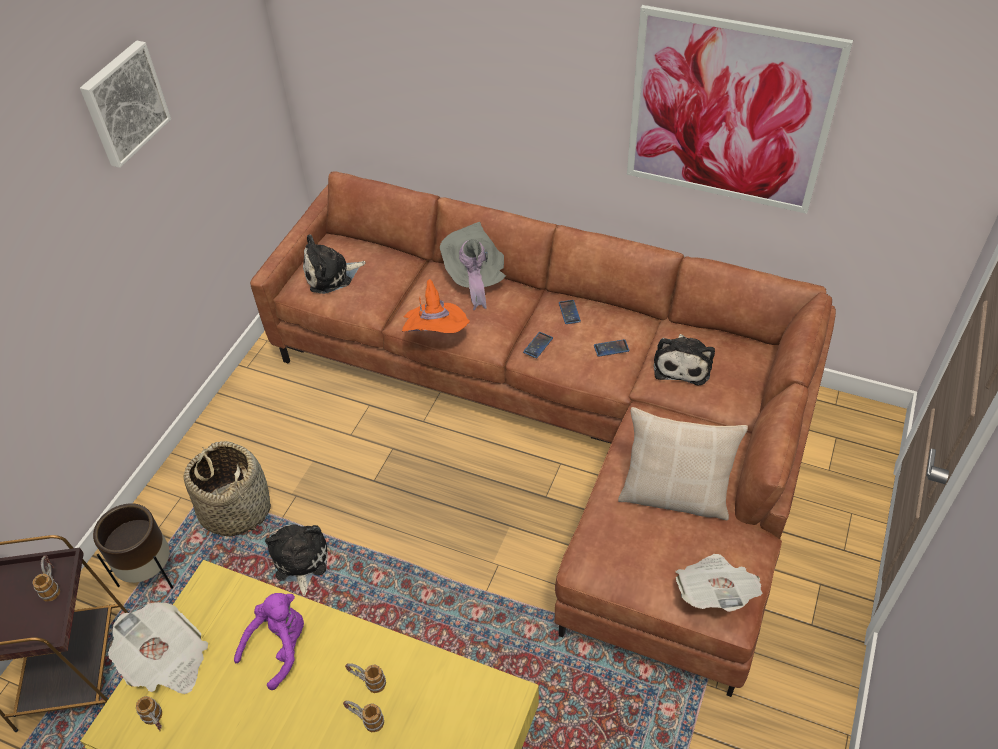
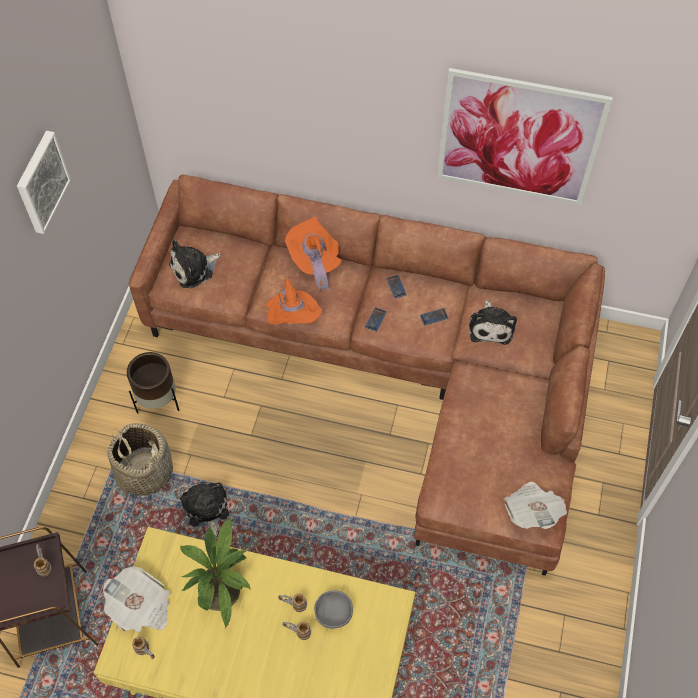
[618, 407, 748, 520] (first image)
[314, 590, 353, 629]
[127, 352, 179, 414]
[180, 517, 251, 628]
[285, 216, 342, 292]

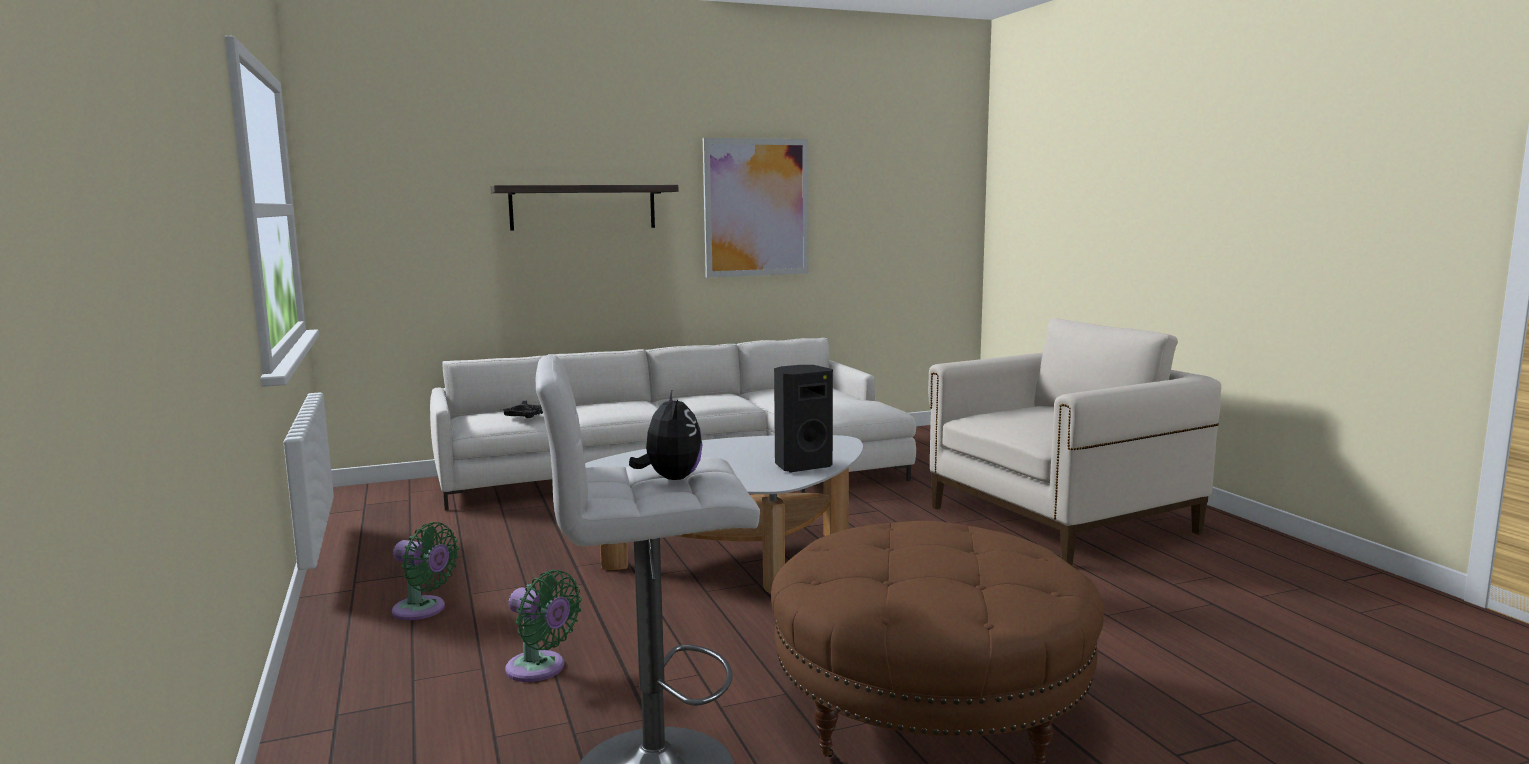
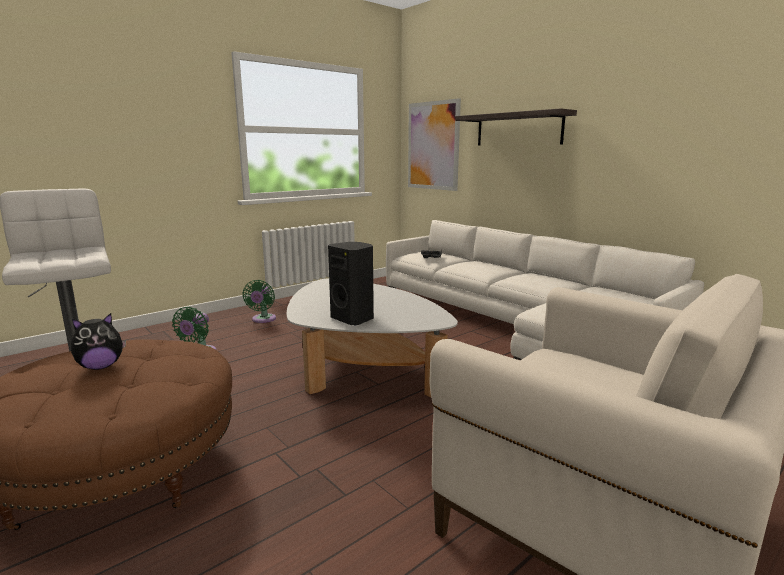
[71, 313, 126, 370]
[408, 98, 461, 191]

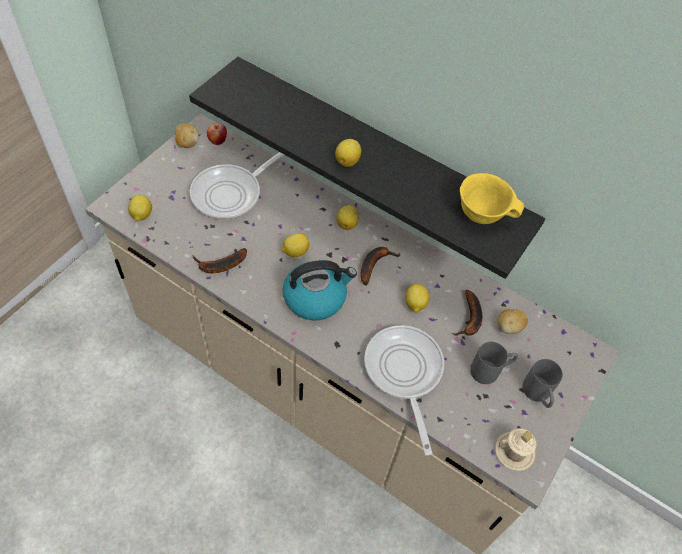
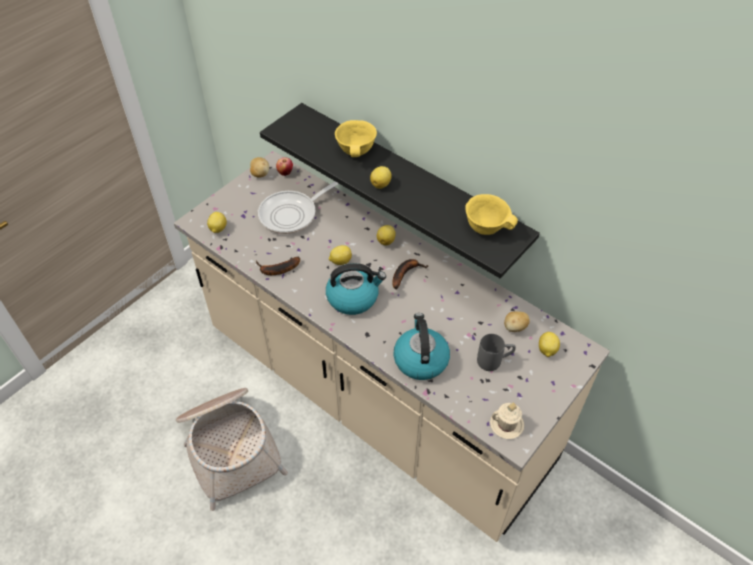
[452, 290, 482, 336] (first image)
[522, 359, 563, 408] (first image)
[176, 388, 288, 511]
[335, 120, 377, 157]
[539, 332, 560, 357]
[394, 313, 450, 380]

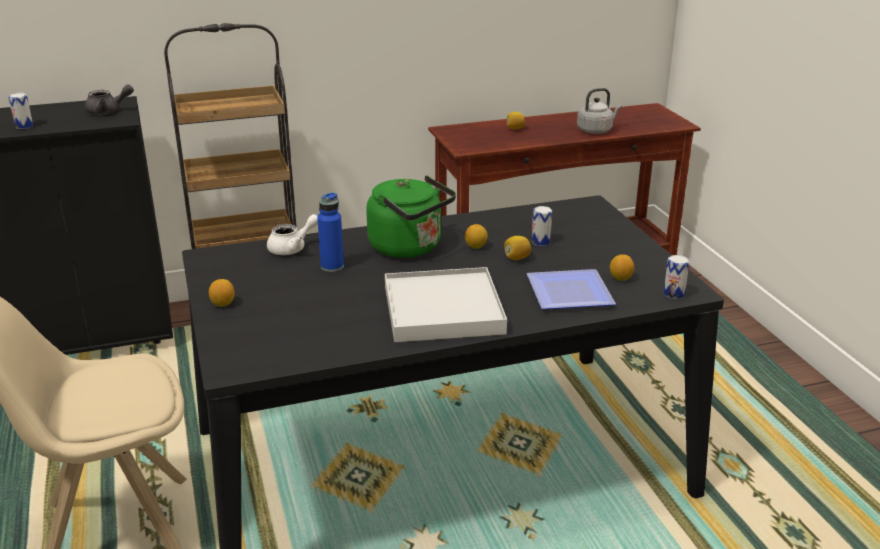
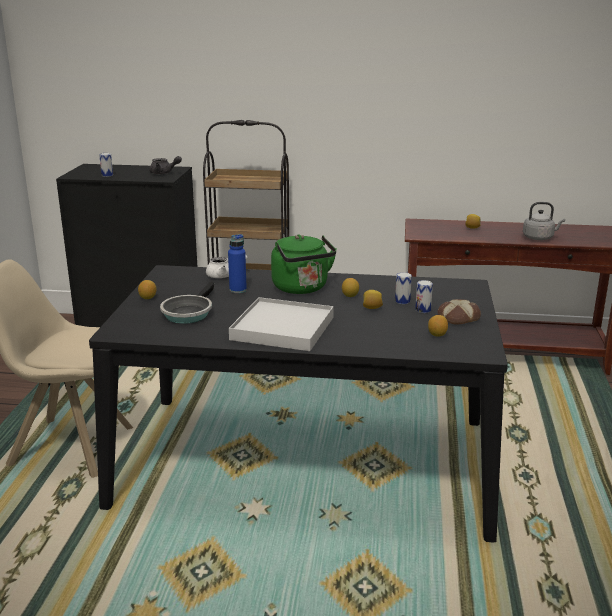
[527, 269, 616, 309] (first image)
[160, 282, 214, 324]
[437, 299, 481, 325]
[415, 280, 433, 313]

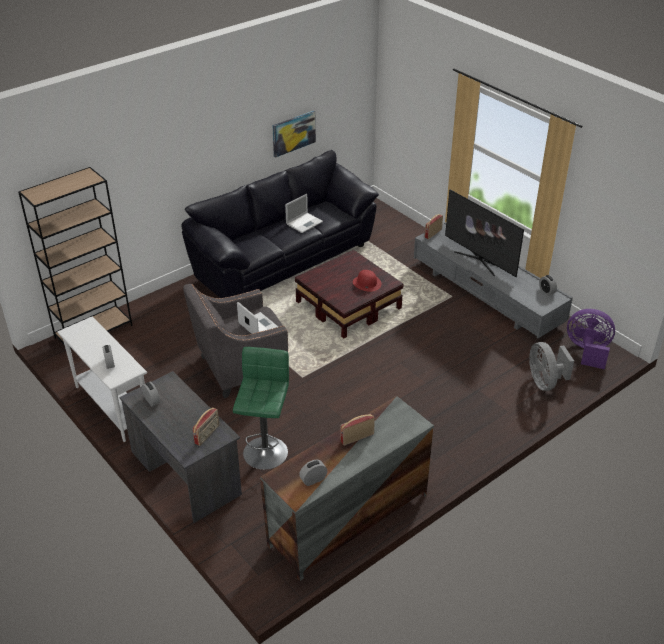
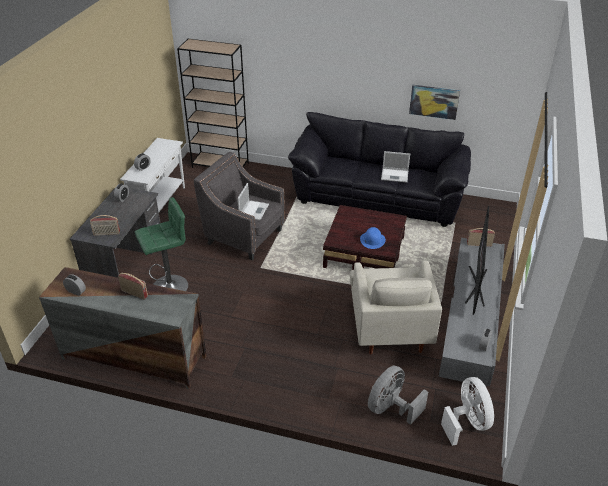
[350, 261, 442, 354]
[360, 227, 386, 249]
[441, 377, 494, 446]

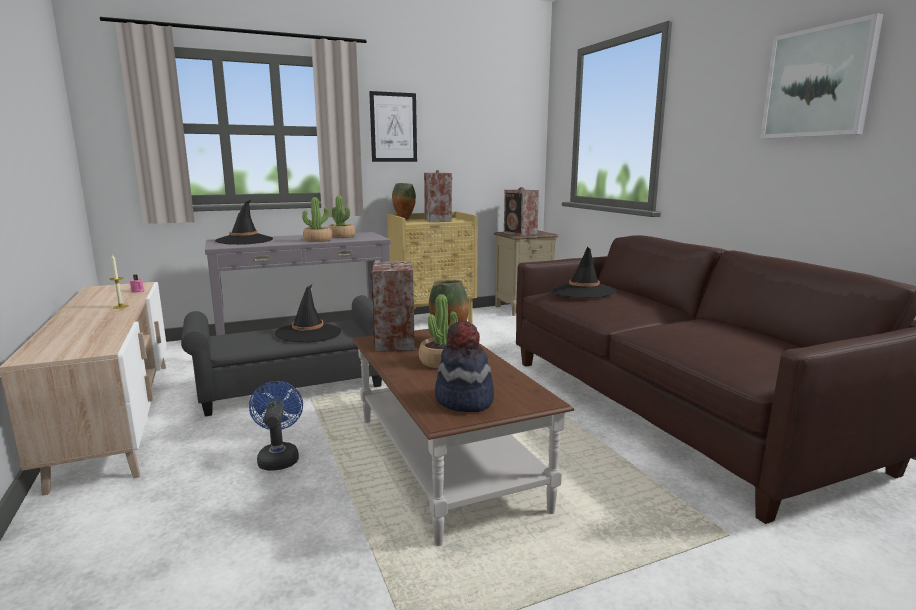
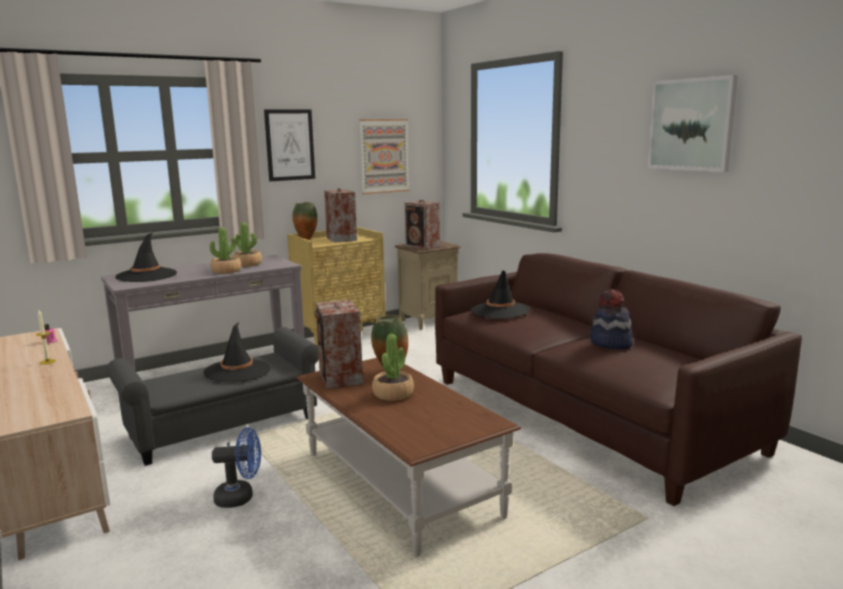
[359, 119, 409, 194]
[590, 289, 633, 349]
[212, 427, 261, 508]

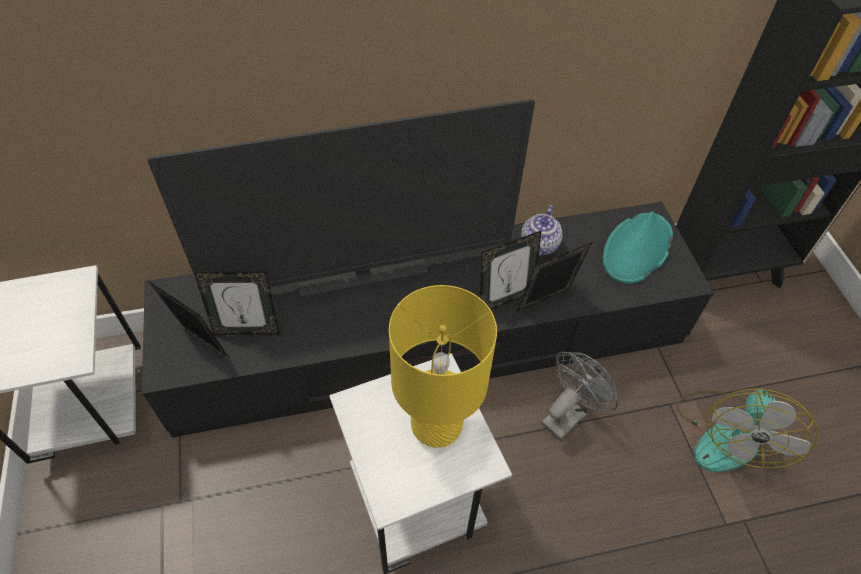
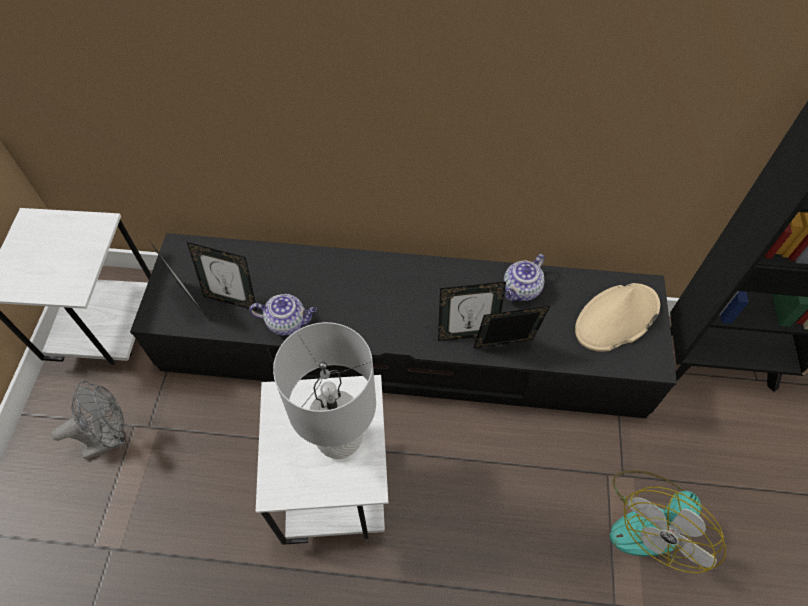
[148, 99, 535, 297] (first image)
[249, 294, 317, 336]
[51, 381, 126, 460]
[273, 322, 376, 459]
[575, 283, 660, 352]

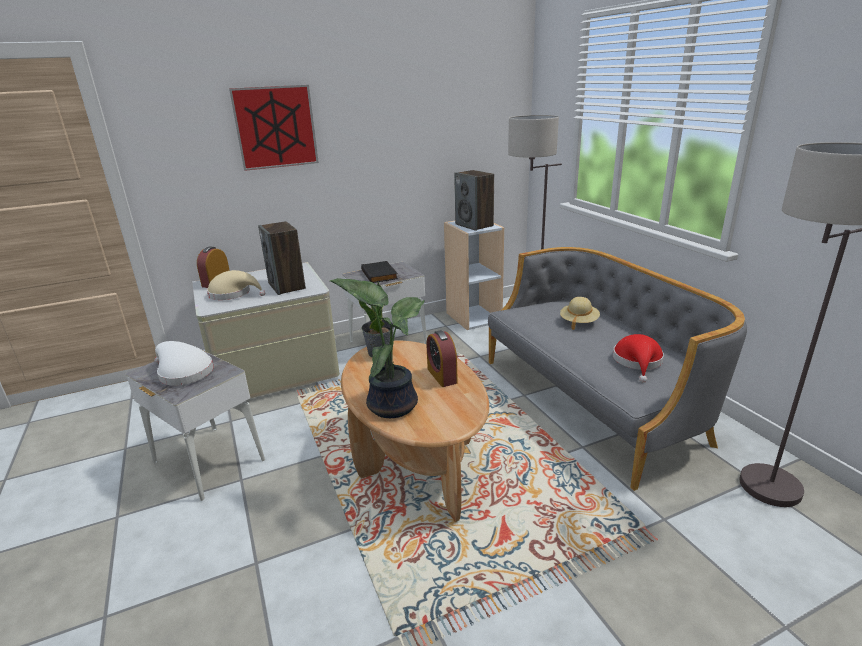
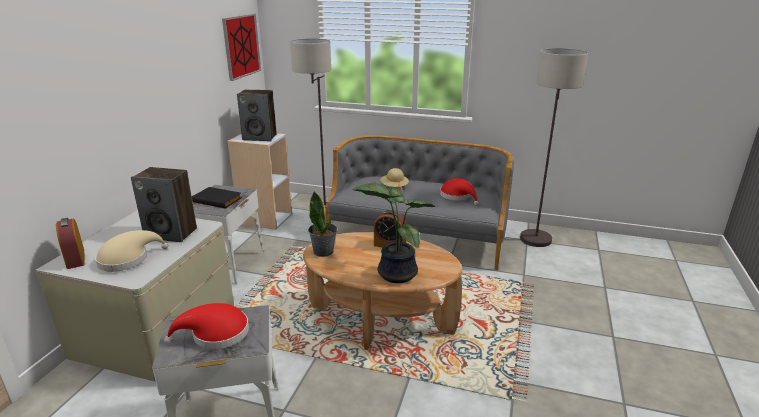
[222, 14, 261, 81]
[164, 303, 249, 349]

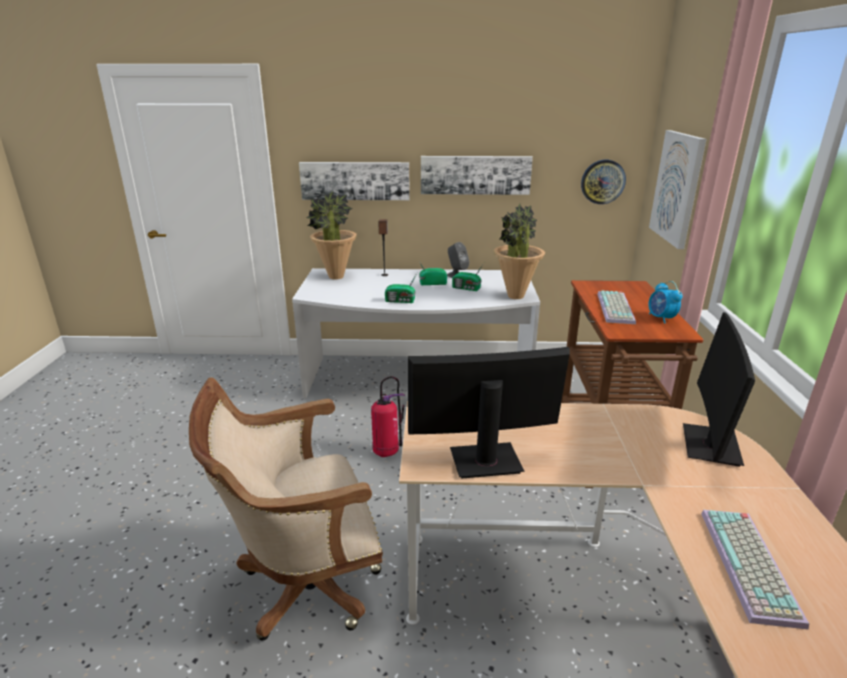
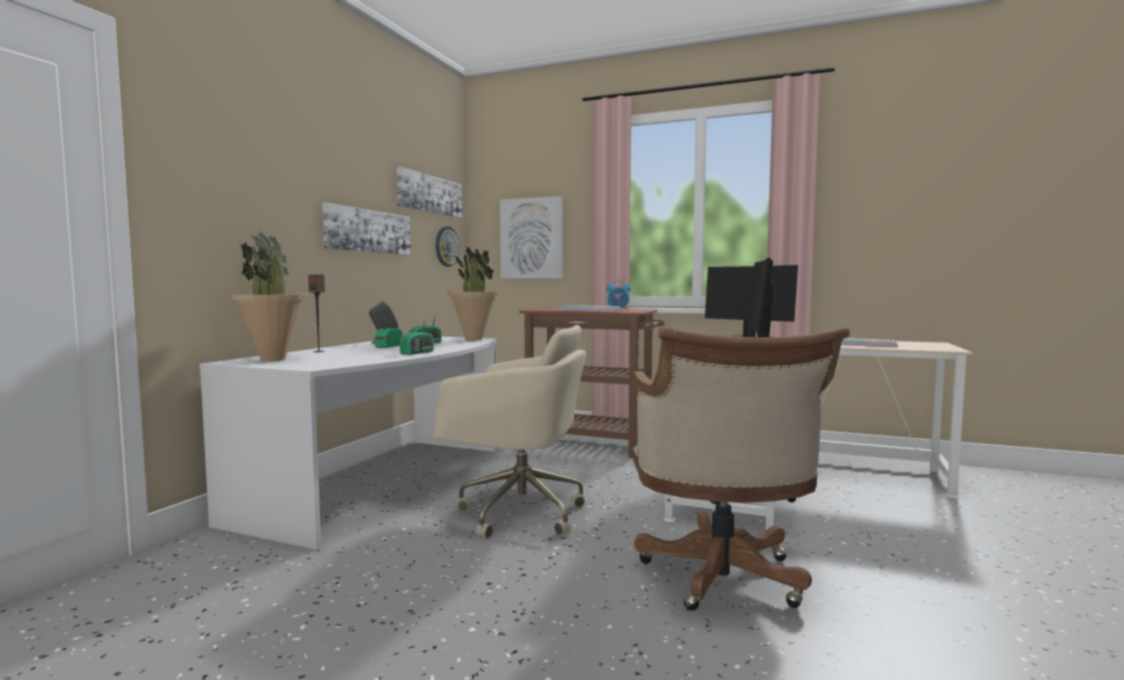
[397, 167, 462, 218]
[434, 325, 586, 539]

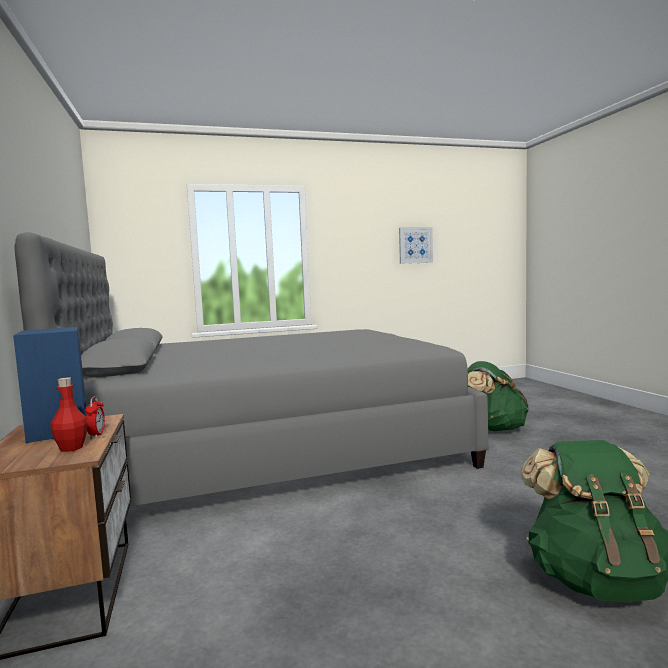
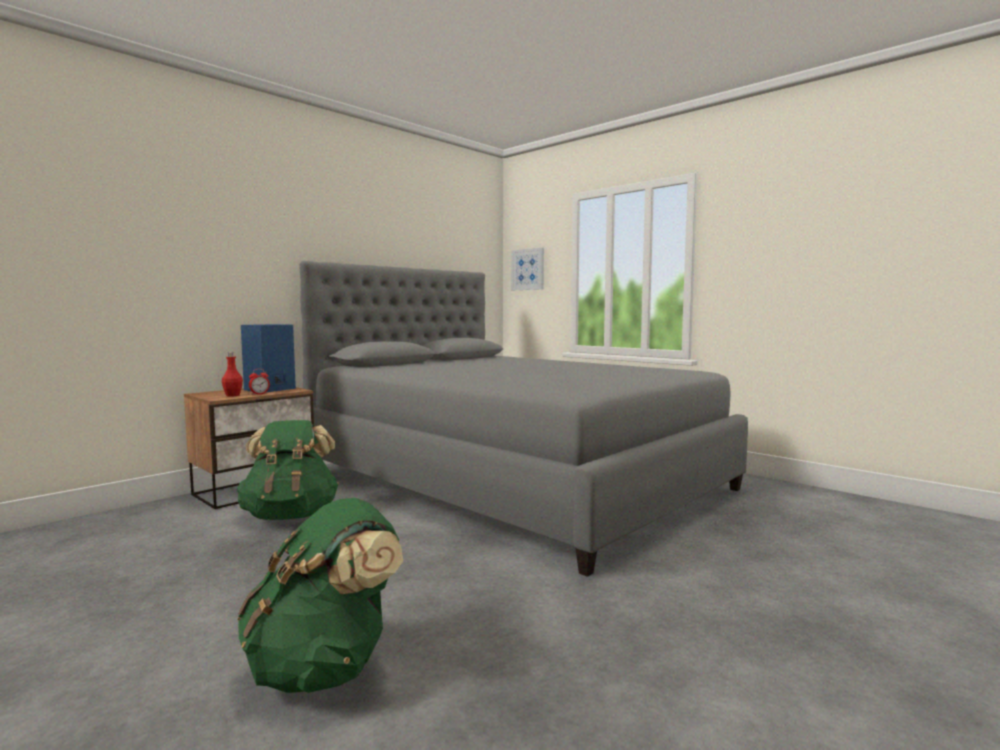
[511, 248, 544, 290]
[237, 420, 339, 520]

